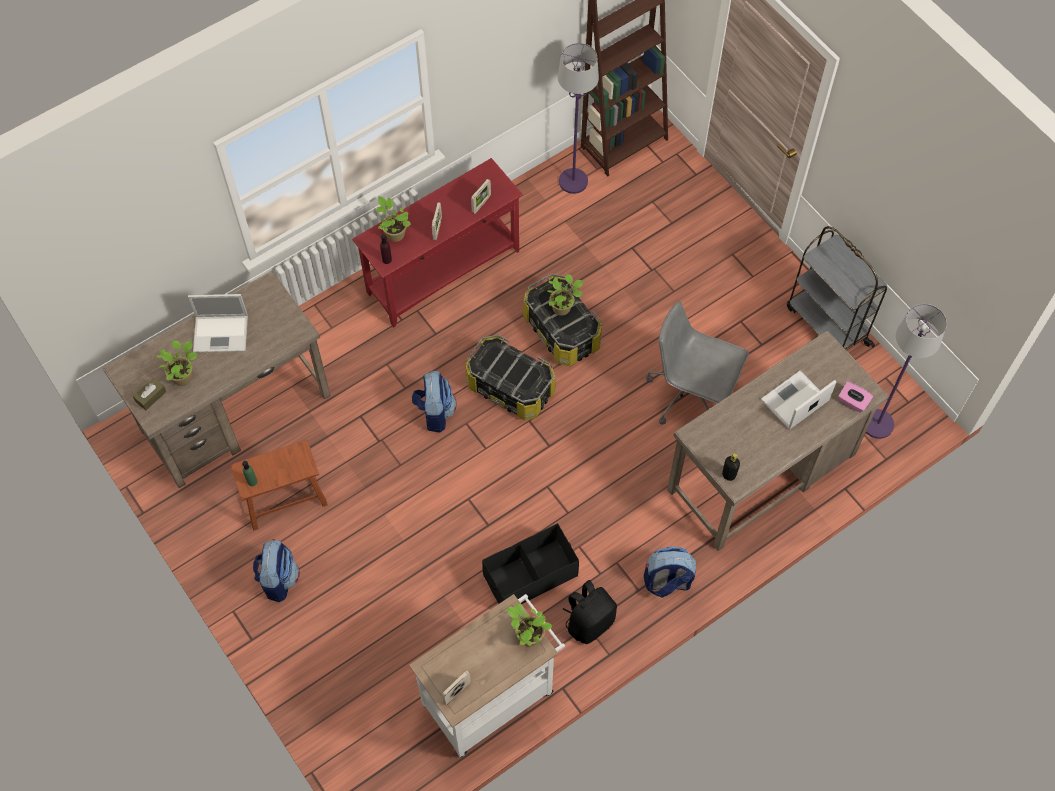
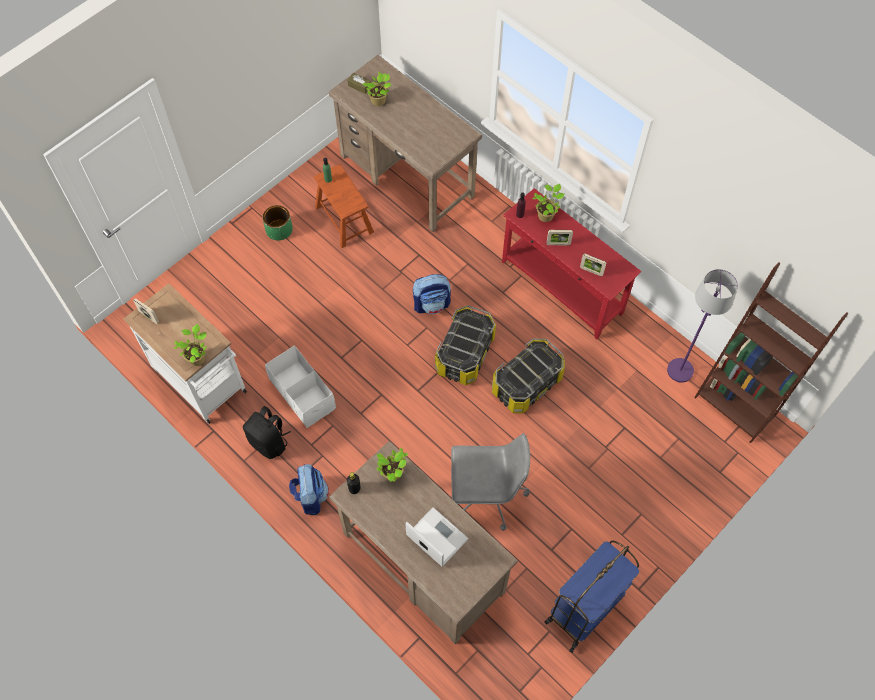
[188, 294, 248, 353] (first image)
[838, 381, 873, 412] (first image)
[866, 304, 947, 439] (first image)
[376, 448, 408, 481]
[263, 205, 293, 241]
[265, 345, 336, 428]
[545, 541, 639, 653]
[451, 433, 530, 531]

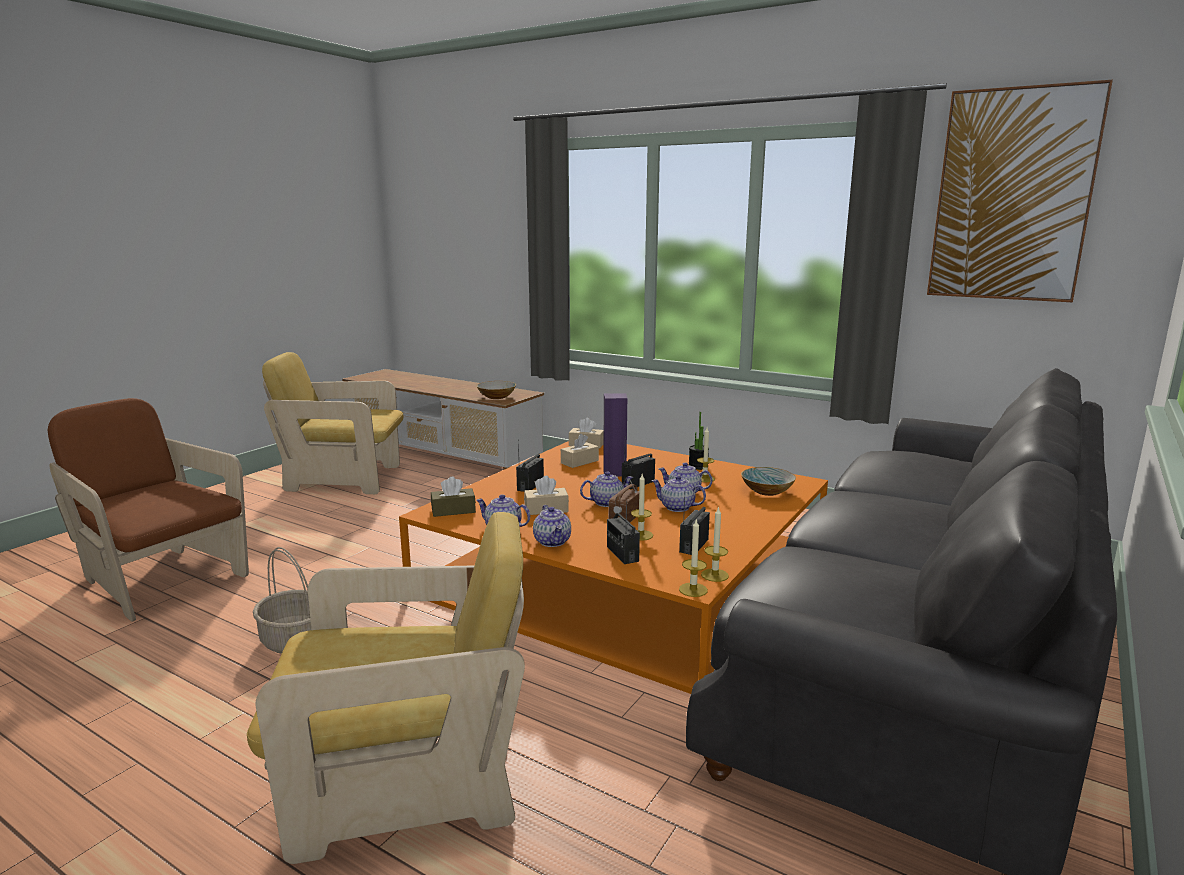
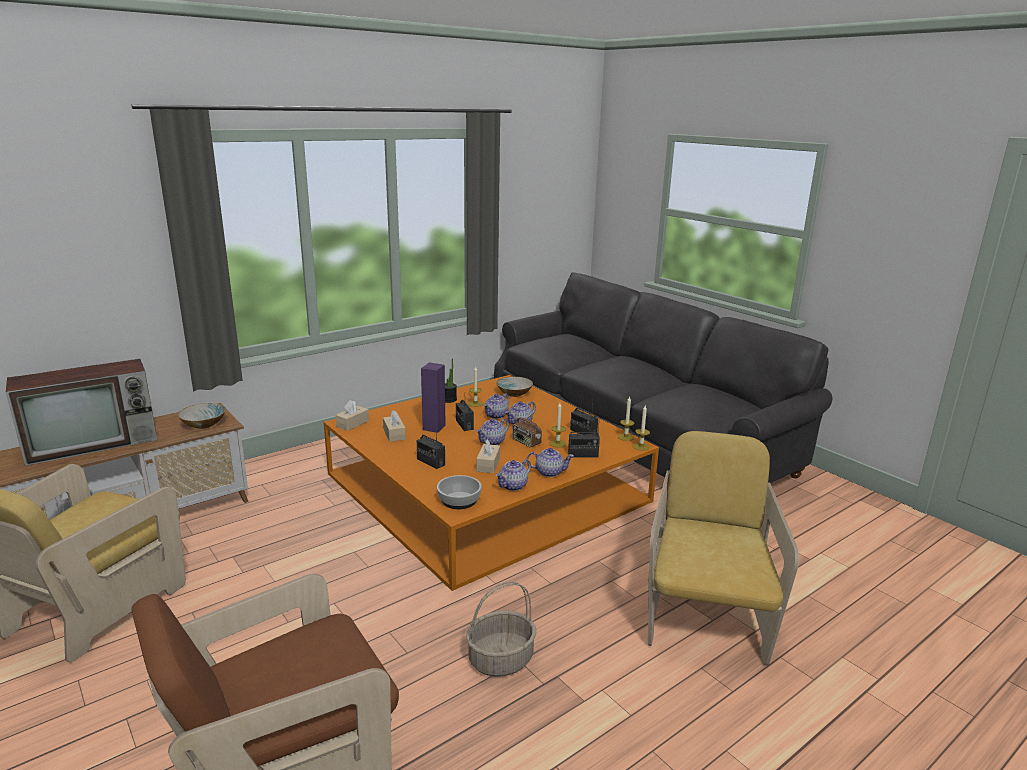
[927, 80, 1113, 302] (first image)
[6, 359, 157, 466]
[437, 475, 482, 509]
[476, 419, 509, 445]

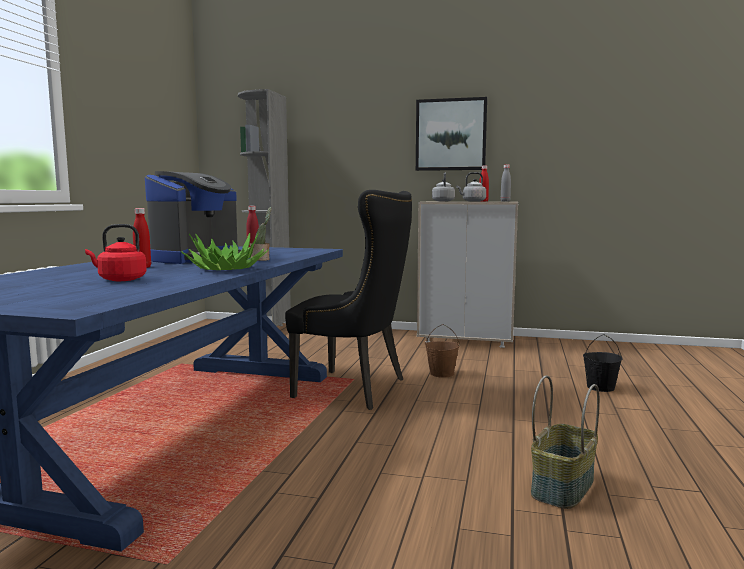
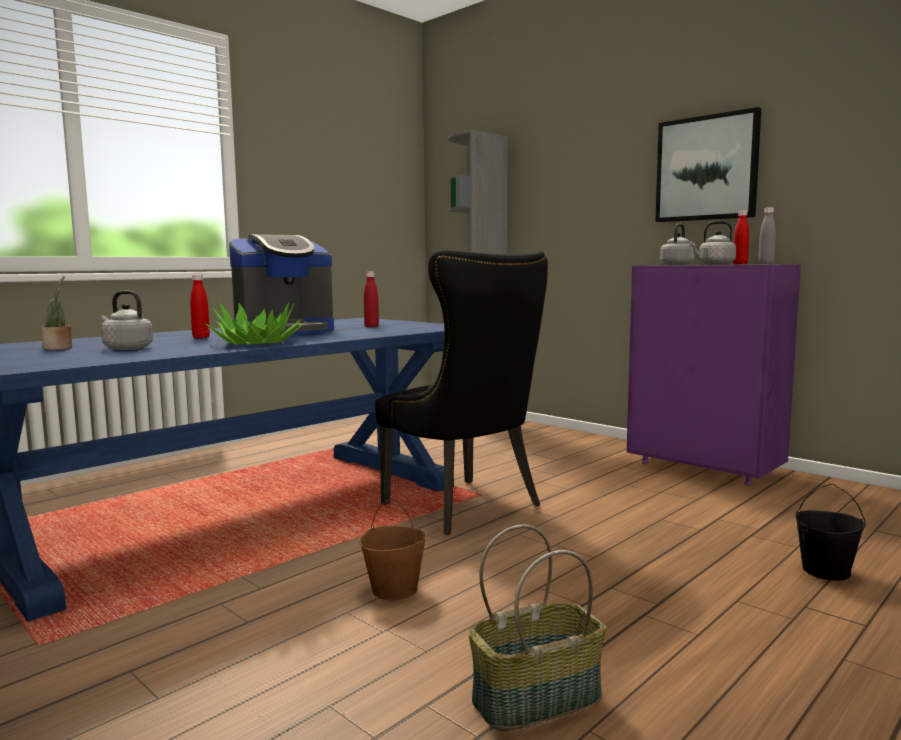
[41, 276, 72, 350]
[359, 499, 427, 600]
[101, 291, 153, 350]
[627, 264, 801, 485]

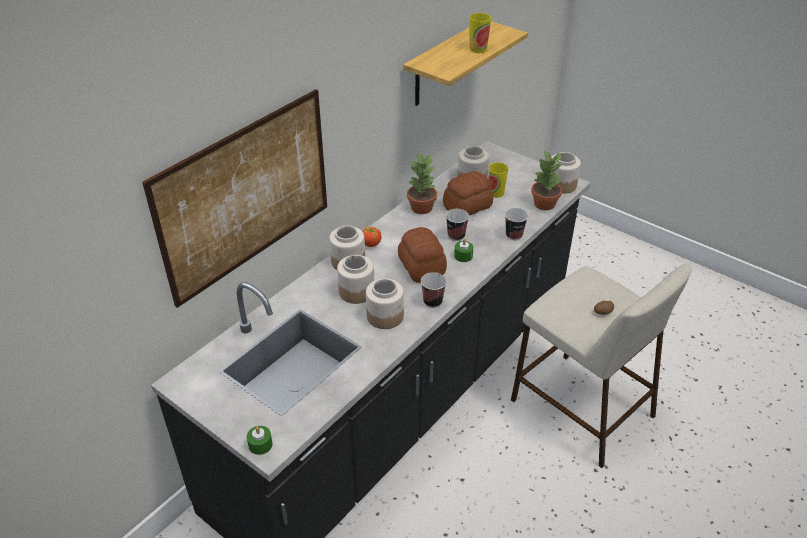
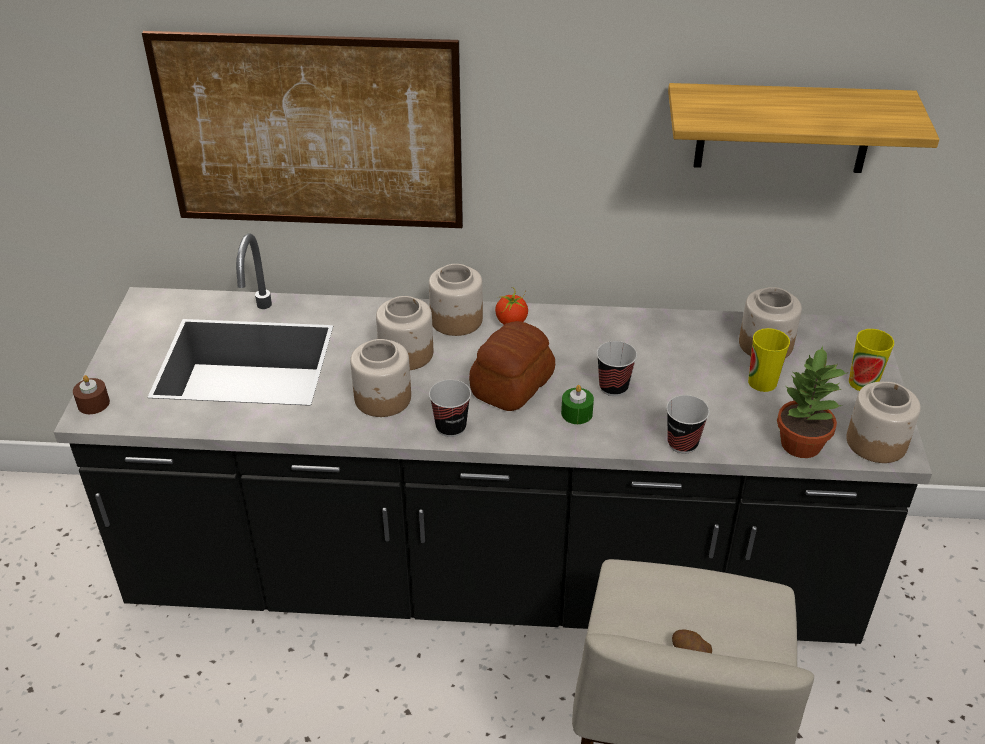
[407, 152, 437, 214] (first image)
[443, 171, 493, 215] (first image)
[849, 329, 894, 391]
[73, 375, 110, 414]

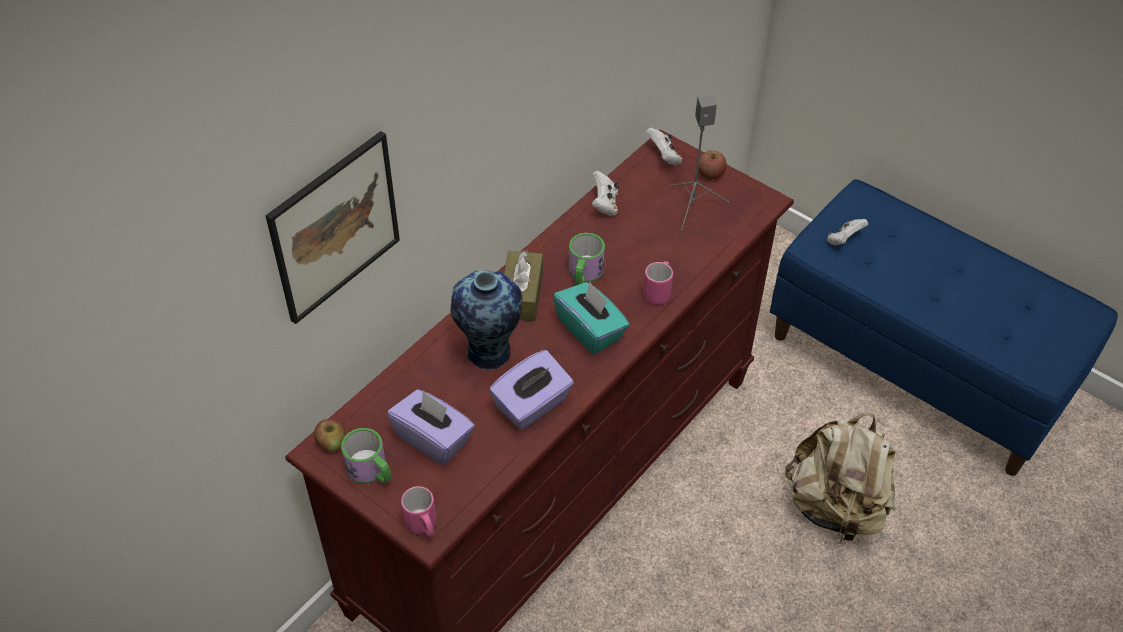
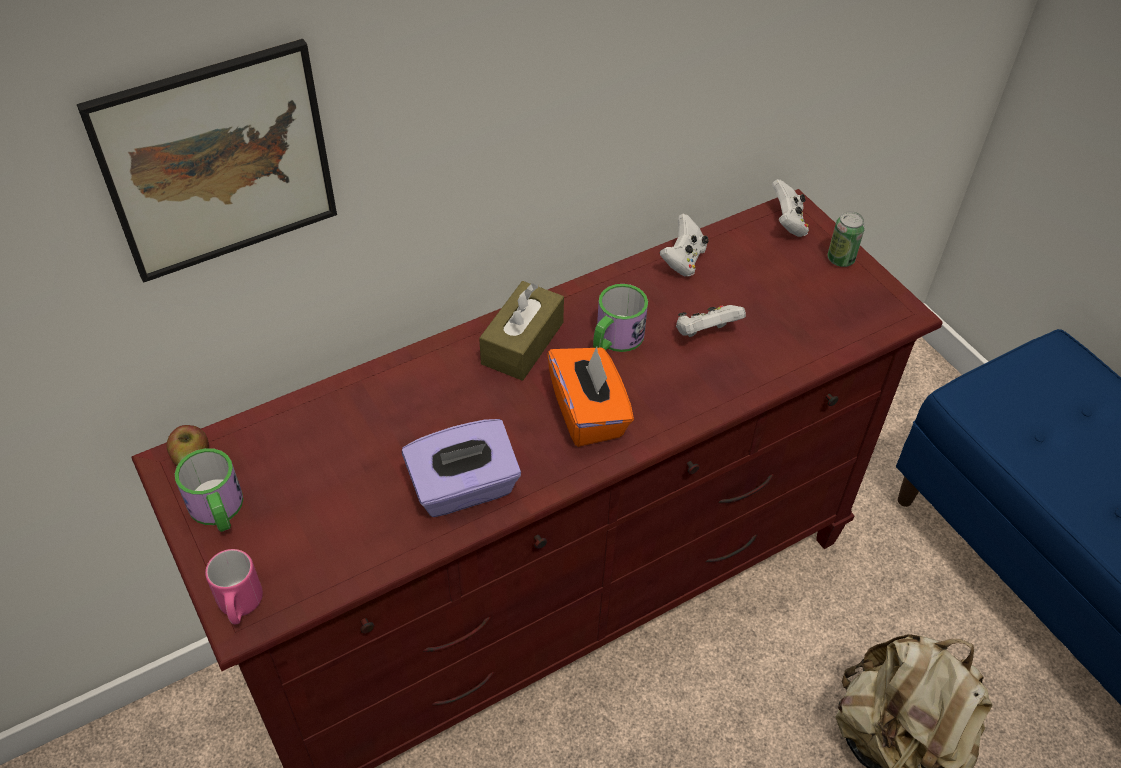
[387, 390, 475, 465] (first image)
[450, 270, 522, 371] (first image)
[643, 261, 673, 305] (first image)
[667, 96, 729, 231] (first image)
[676, 305, 746, 337]
[827, 211, 865, 267]
[547, 347, 634, 447]

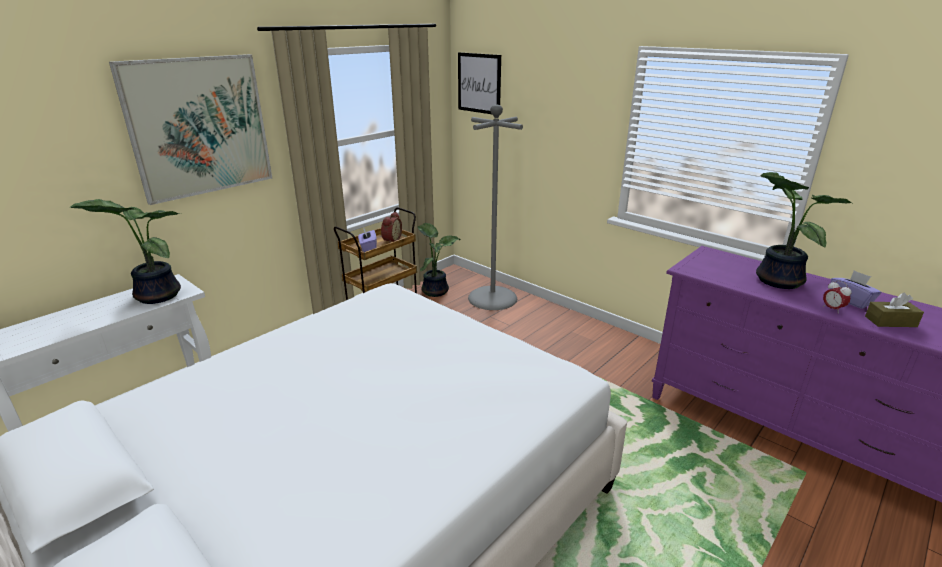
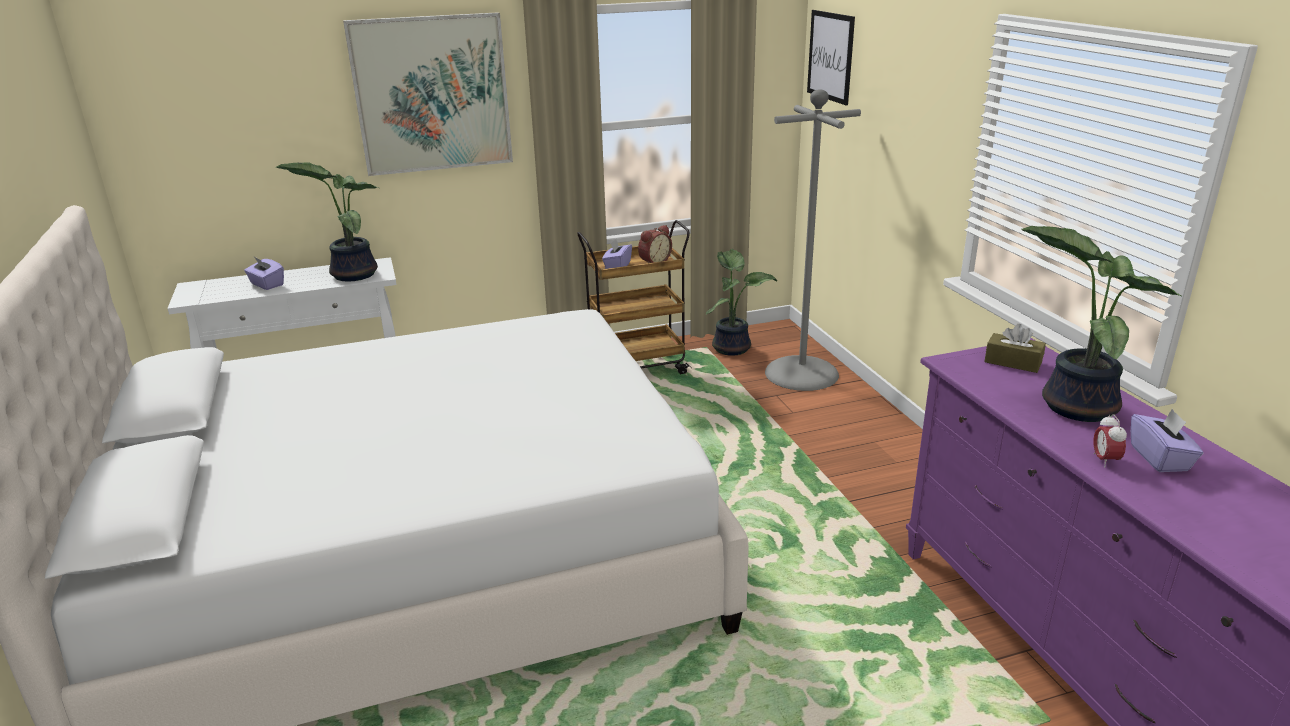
[244, 257, 284, 290]
[984, 324, 1046, 373]

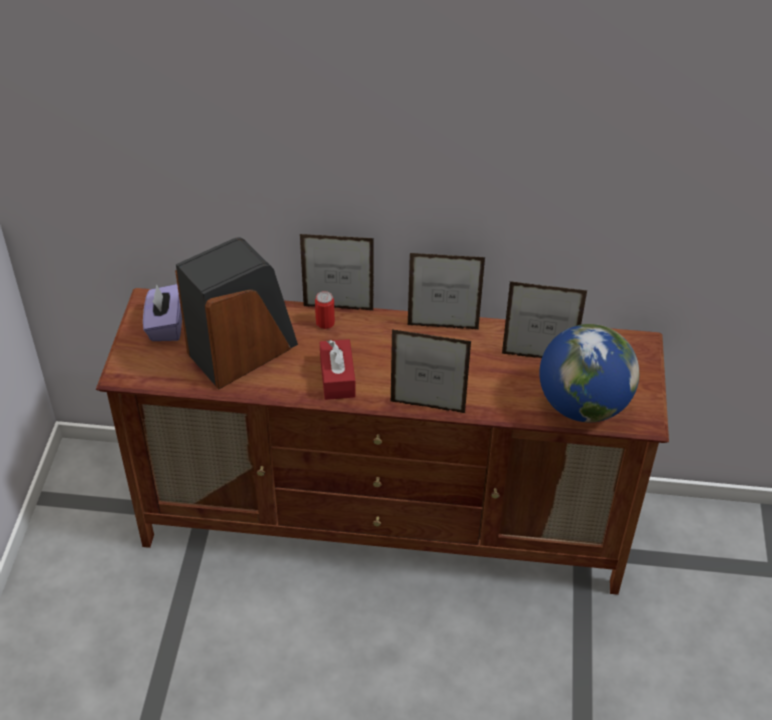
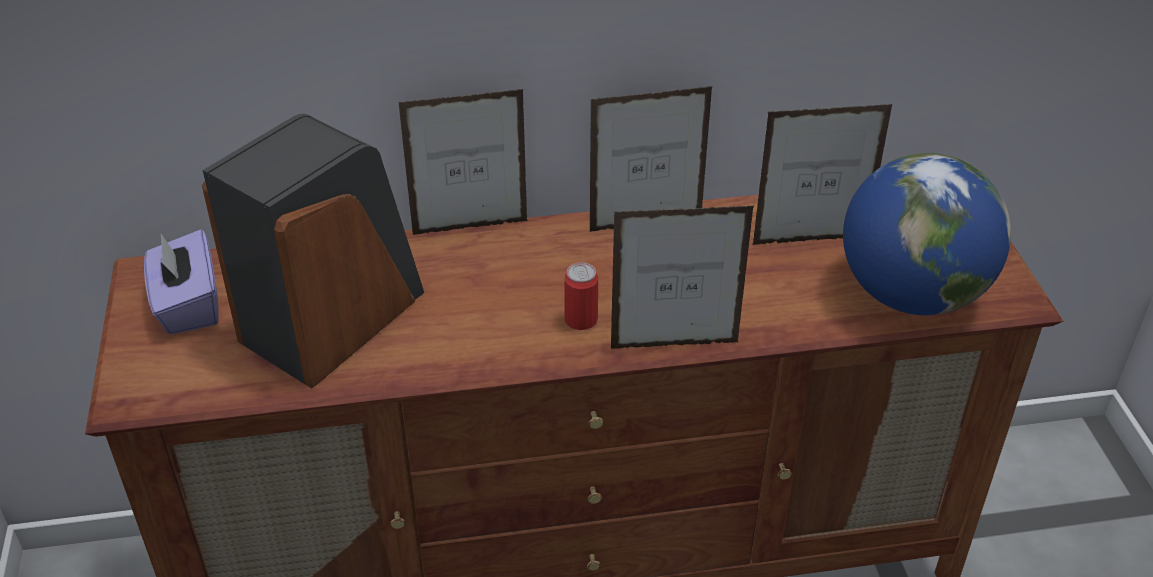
[320, 339, 356, 400] (first image)
[564, 262, 598, 330]

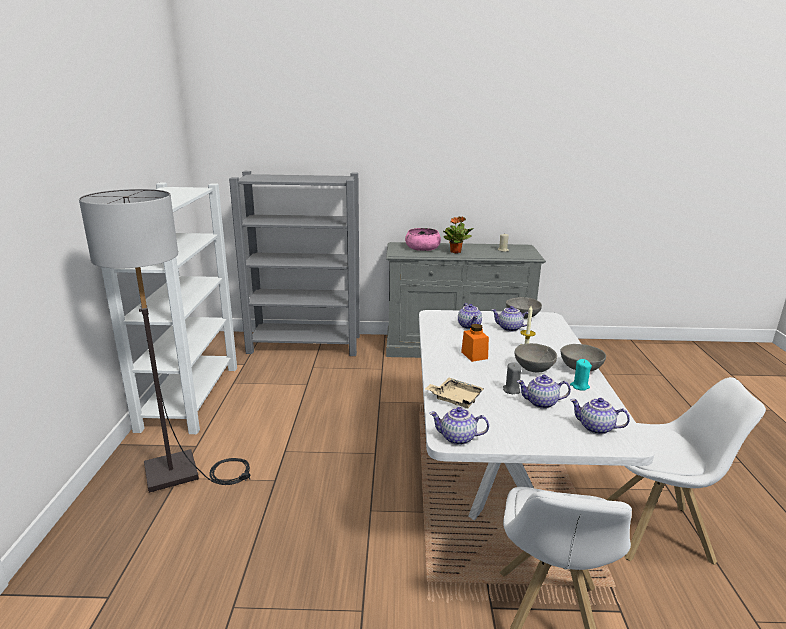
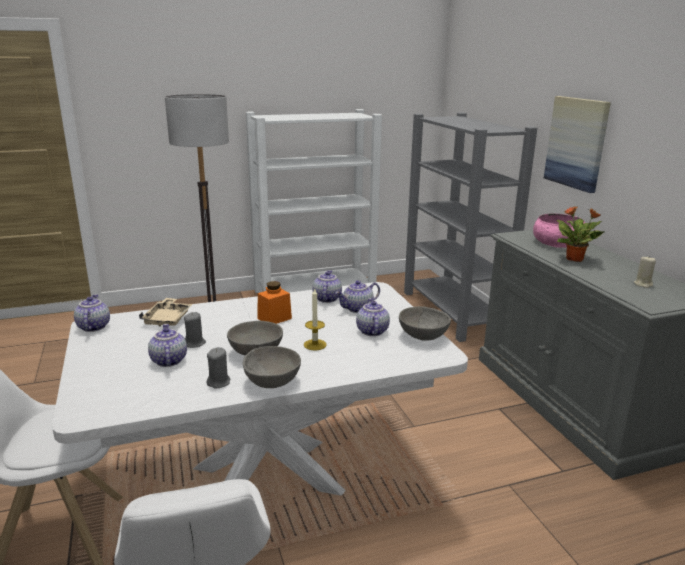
[544, 96, 611, 193]
[312, 270, 342, 303]
[206, 347, 230, 389]

